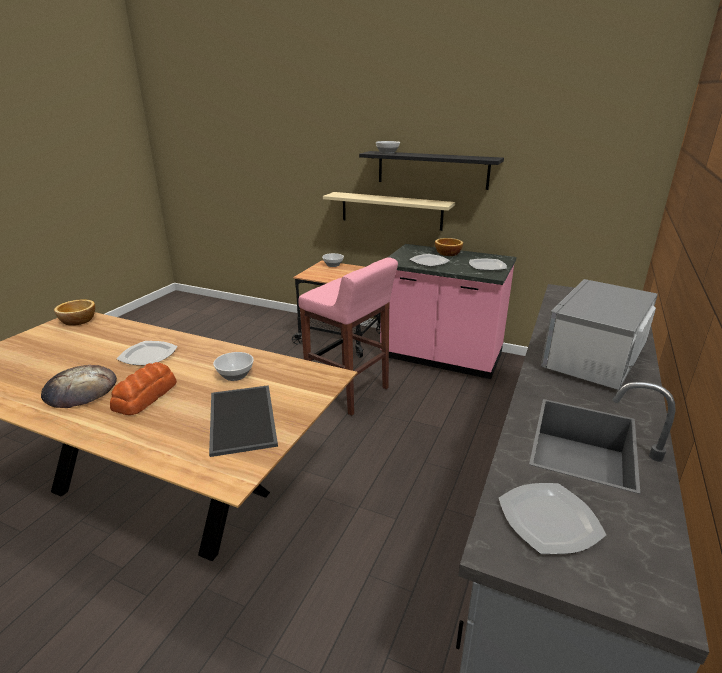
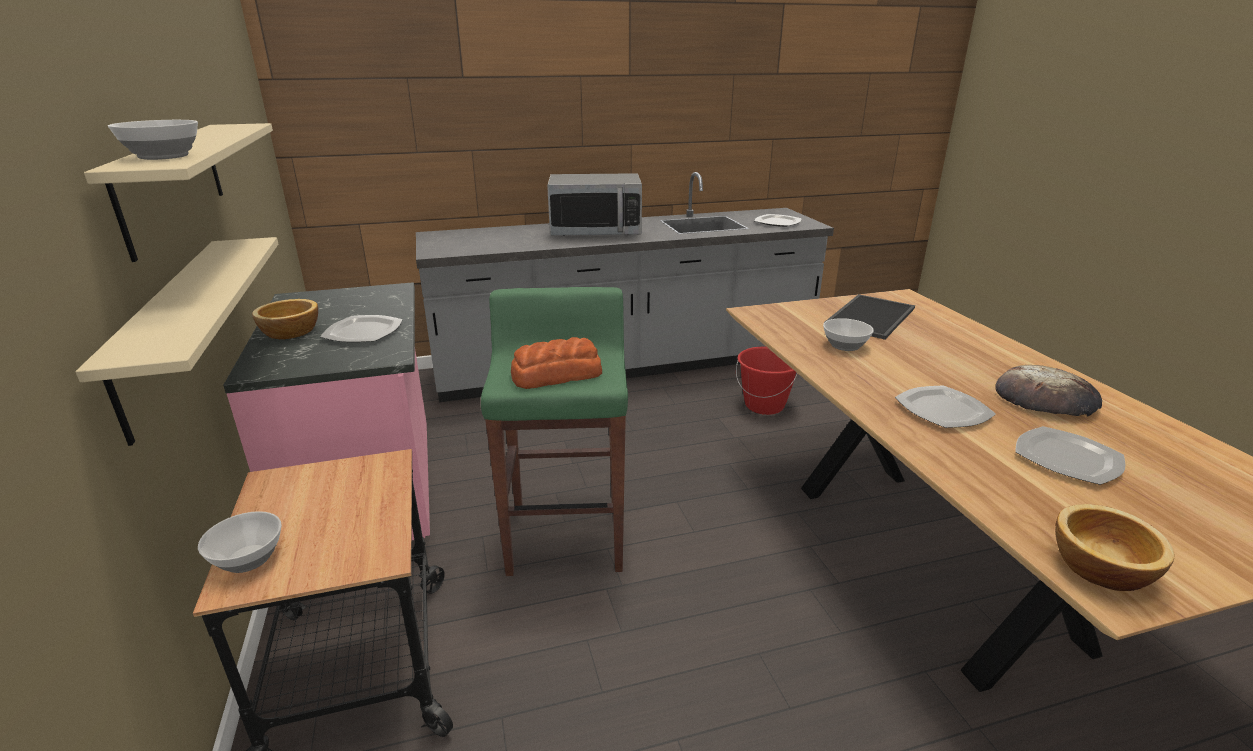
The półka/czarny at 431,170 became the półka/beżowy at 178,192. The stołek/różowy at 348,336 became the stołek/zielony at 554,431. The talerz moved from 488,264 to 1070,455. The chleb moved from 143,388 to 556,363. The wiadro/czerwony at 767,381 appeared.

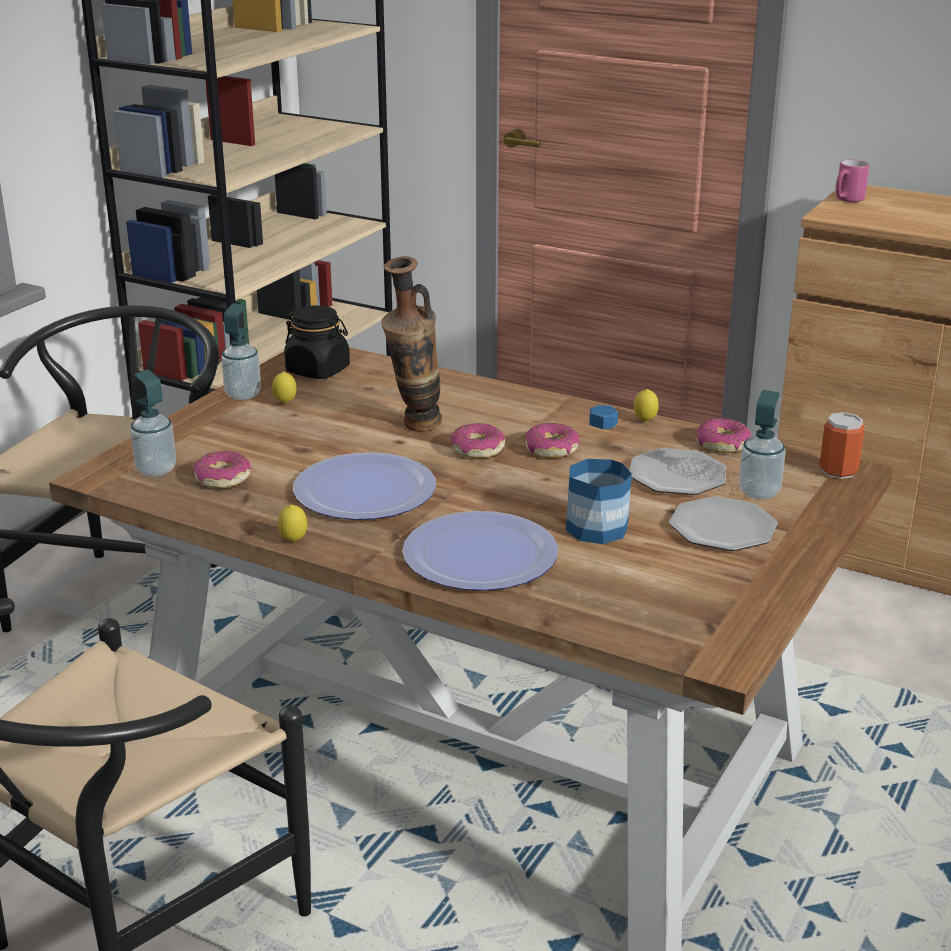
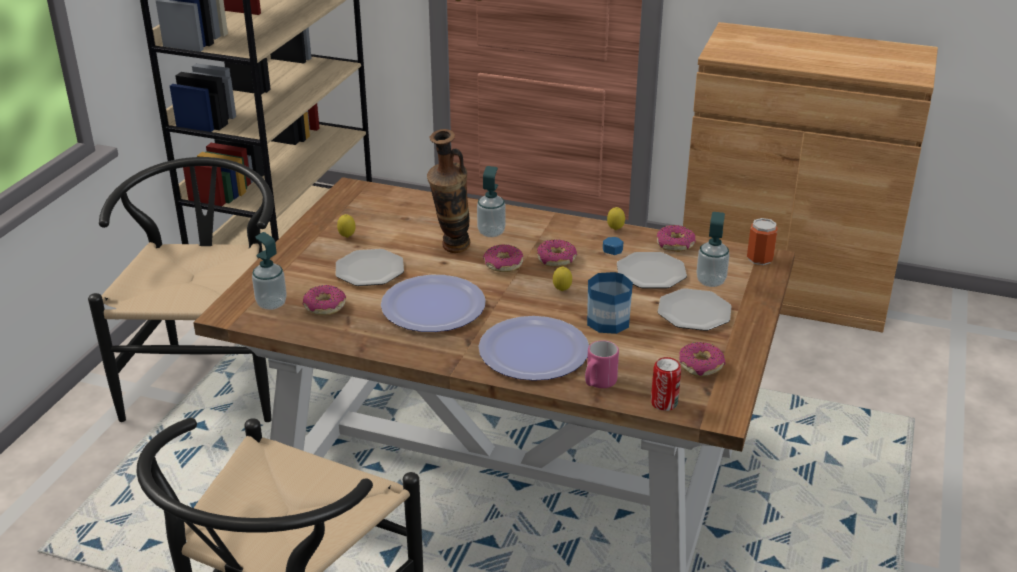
The kubek/różowy moved from 852,181 to 602,364. The dozownik mydła moved from 241,351 to 491,201. The słoik/czarny at 317,342 disappeared. The cytryna moved from 292,523 to 562,279. The talerz at 370,267 appeared. The donut at 702,359 appeared. The puszka at 666,384 appeared.

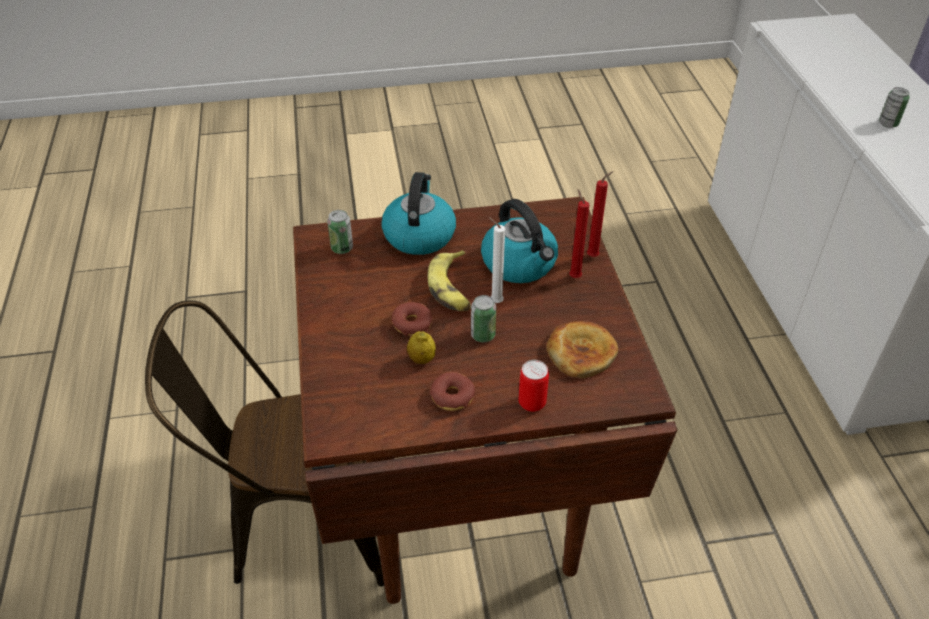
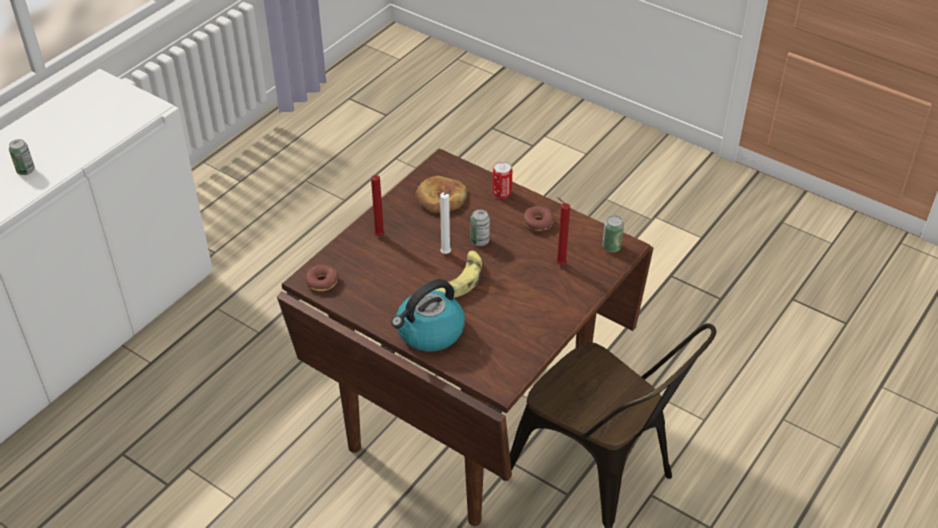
The świeca/czerwony moved from 600,214 to 563,231. The czajnik at 519,241 disappeared. The puszka moved from 340,232 to 613,233. The donut moved from 412,318 to 322,277. The cytryna at 421,347 disappeared.

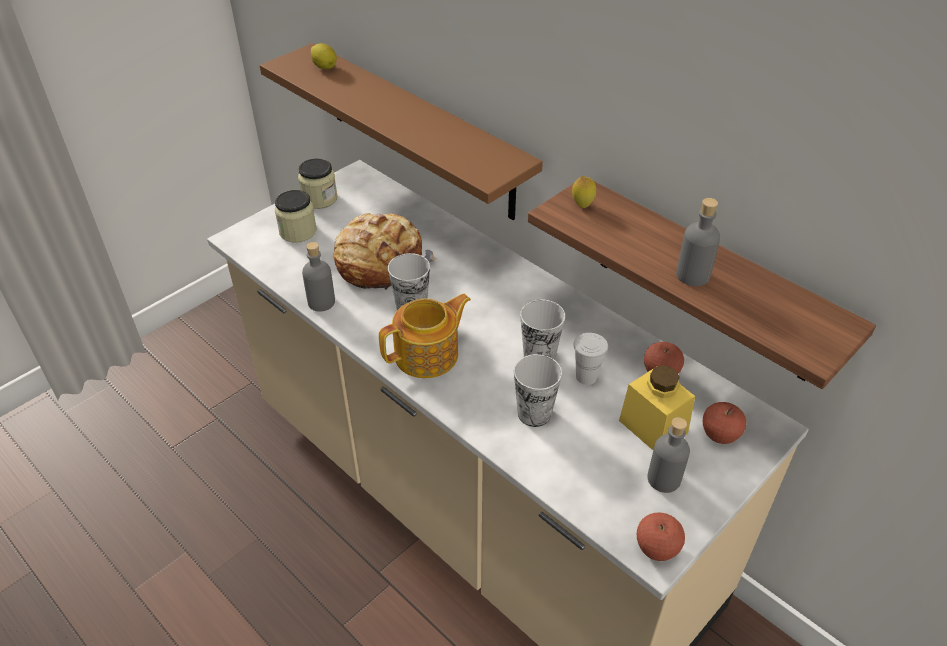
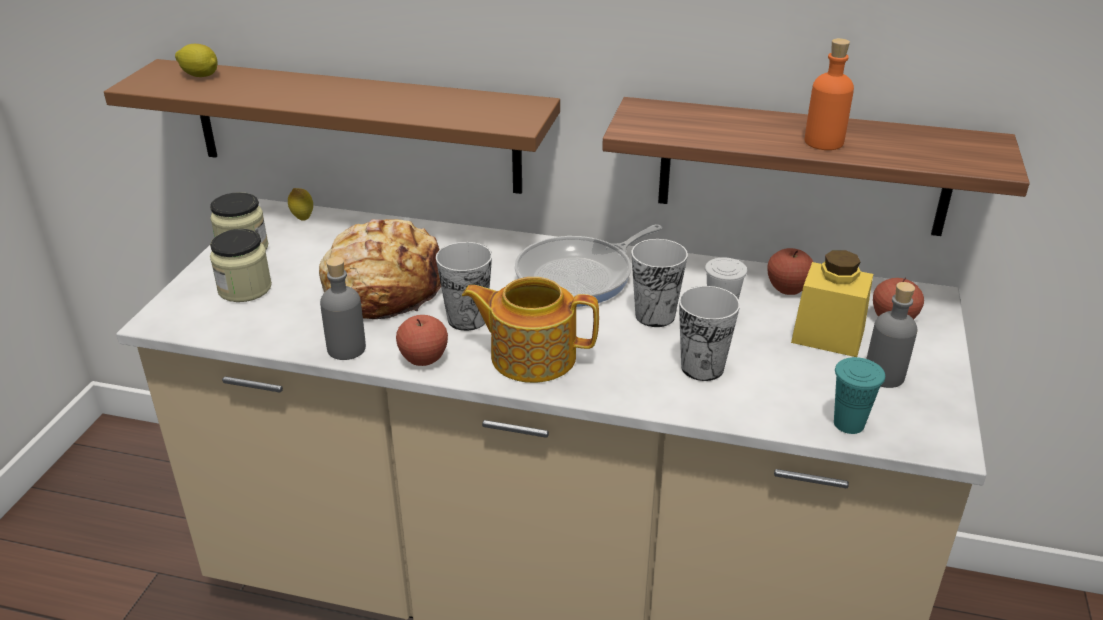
The cytryna moved from 584,192 to 300,204. The butelka/szary at 698,242 became the butelka/pomarańczowy at 829,94. The imbryk at 425,336 turned 105 degrees counterclockwise. The jabłko moved from 661,536 to 422,340. The patelnia at 588,265 appeared. The filiżanka/turkusowy at 859,395 appeared.

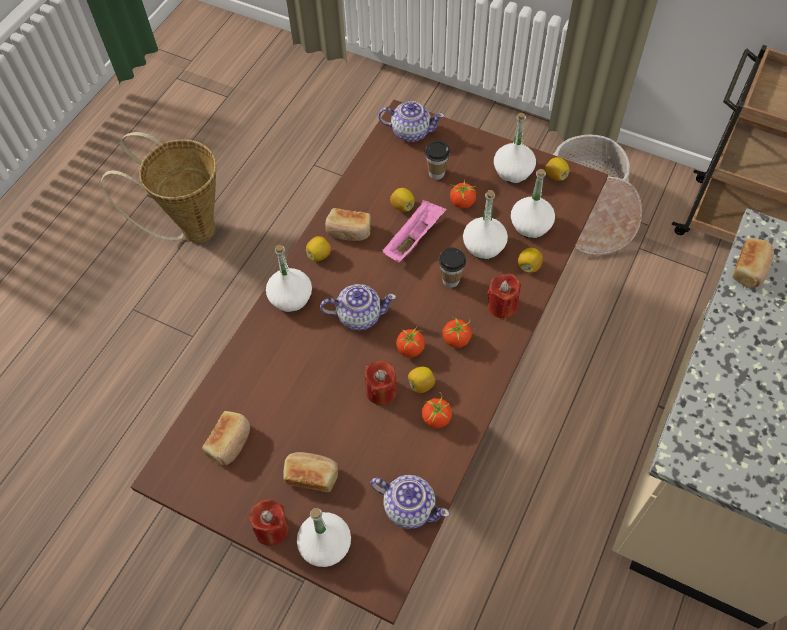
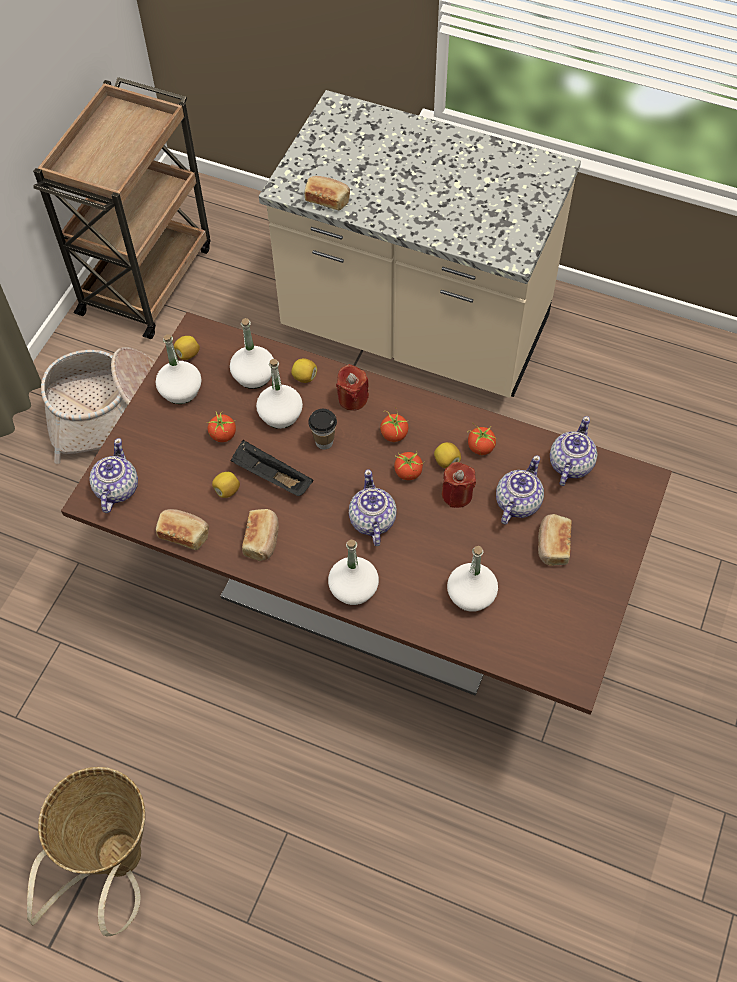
The filiżanka at 437,160 disappeared. The taca/różowy at 414,231 became the taca/czarny at 272,468. The cytryna at 318,248 disappeared. The chleb moved from 226,438 to 182,529. The świeca/czerwony at 269,522 disappeared. The butelka/biały moved from 324,537 to 472,579. The imbryk at 520,490 appeared.

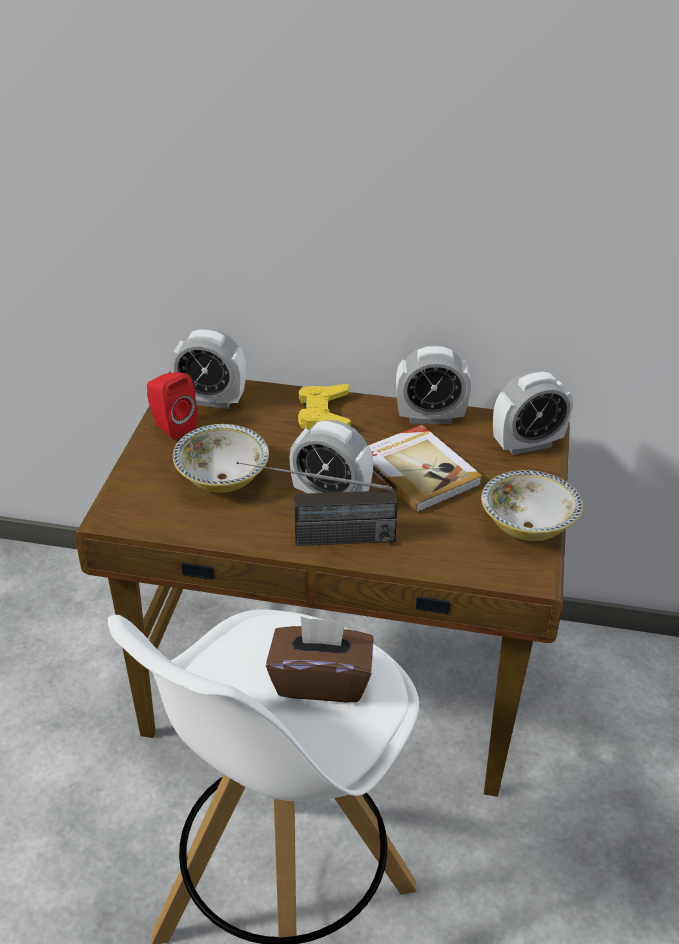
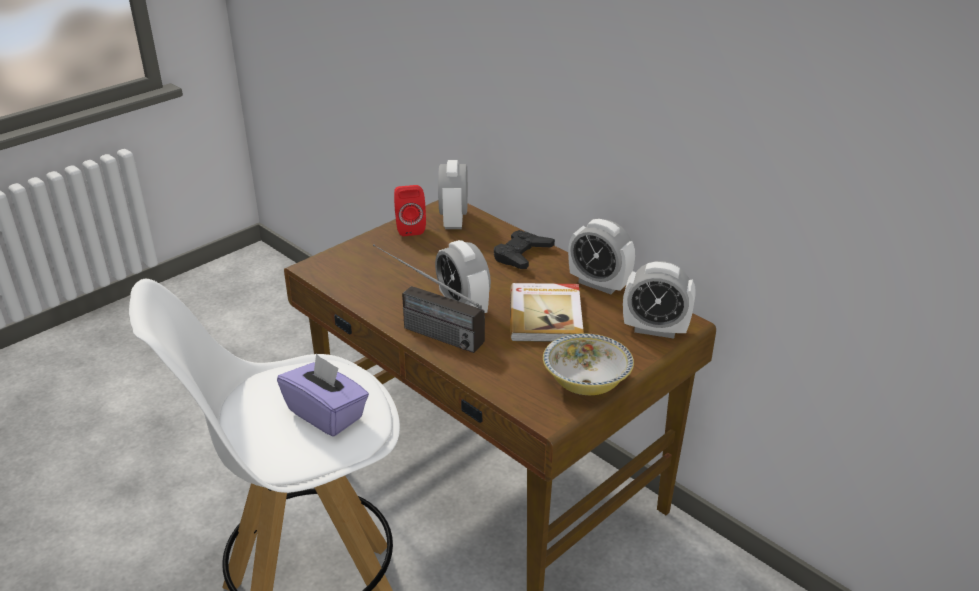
The budzik at 208,369 turned 45 degrees clockwise. The pad do gier/żółty at 324,407 became the pad do gier/czarny at 524,249. The miska at 221,458 disappeared. The pudełko chusteczek/brązowy at 320,659 became the pudełko chusteczek/fioletowy at 323,395.

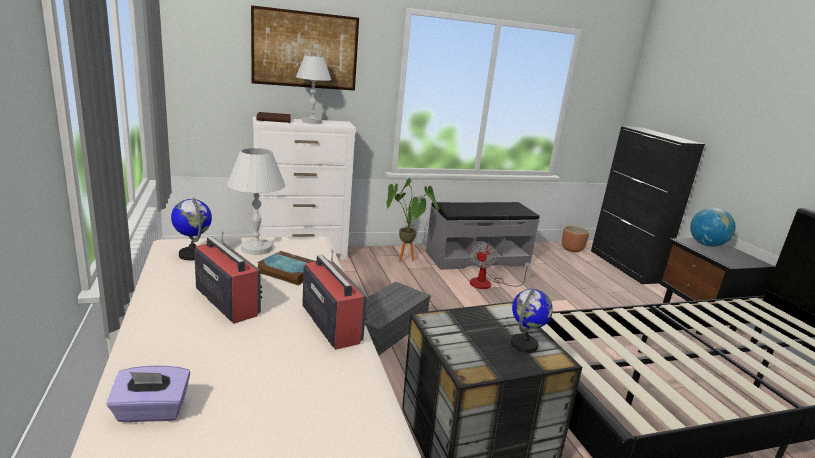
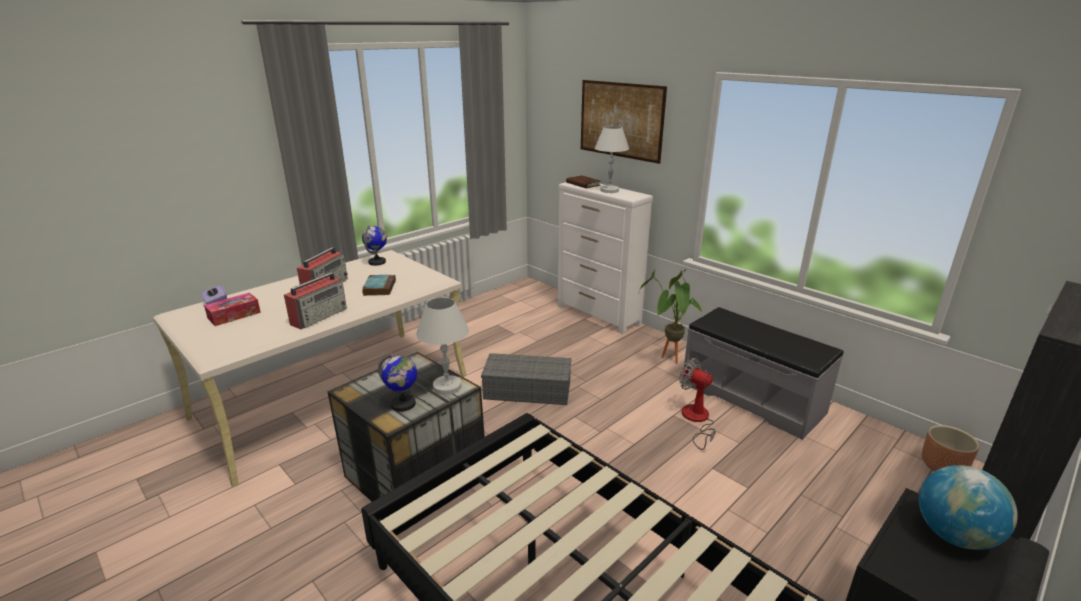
The lampa stołowa/biały moved from 256,201 to 442,346. The wentylator at 500,265 turned 45 degrees clockwise. The pudełko chusteczek at 232,309 appeared.

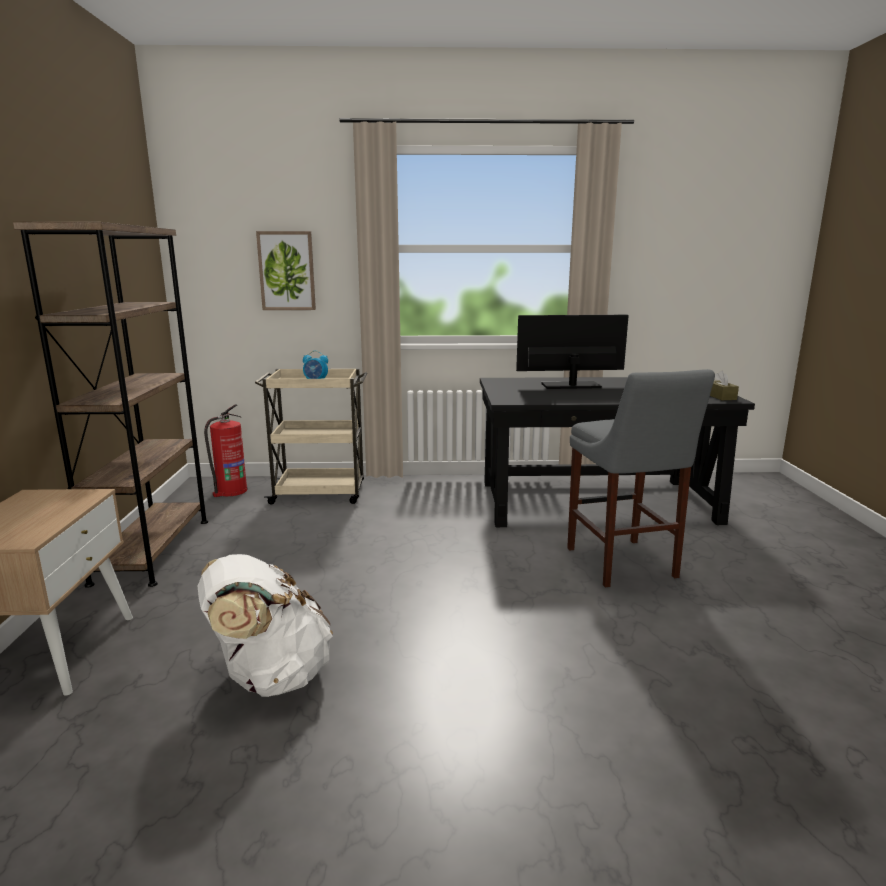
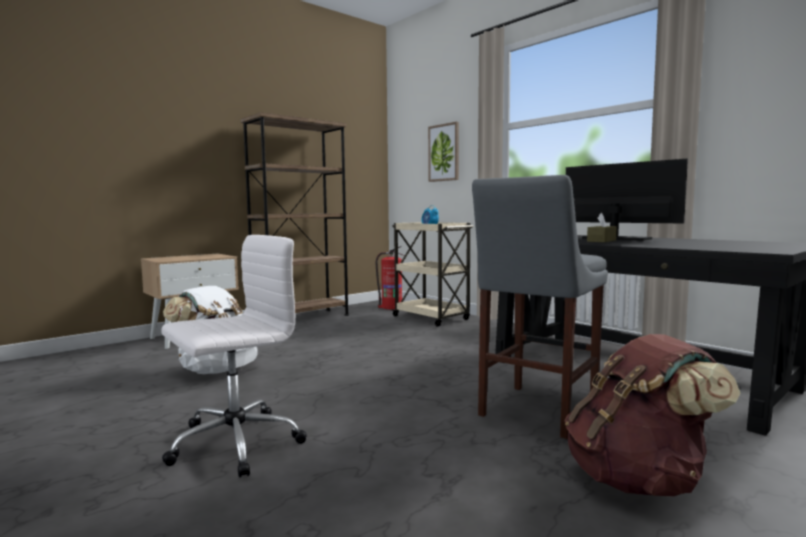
The pudełko chusteczek/brązowy moved from 724,385 to 602,227. The krzesło biurowe/biały at 234,356 appeared. The plecak/brązowy at 652,415 appeared.

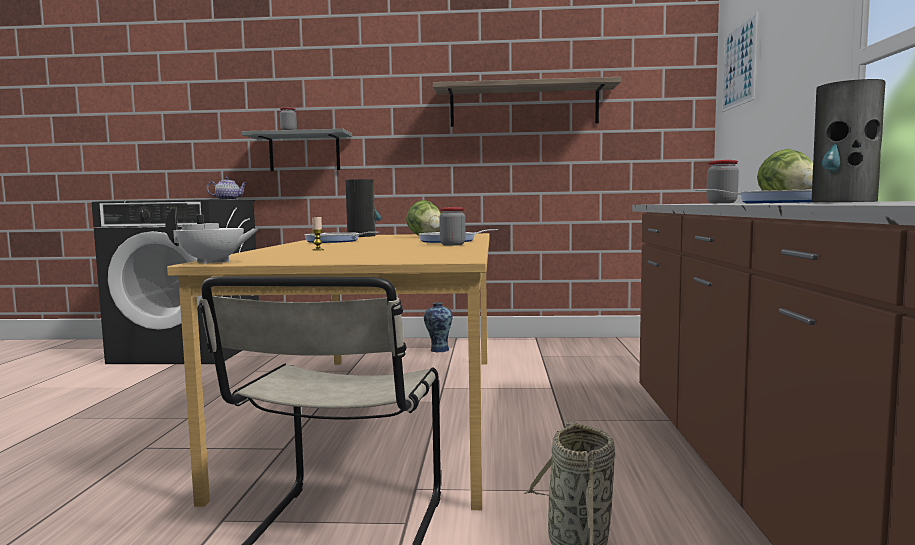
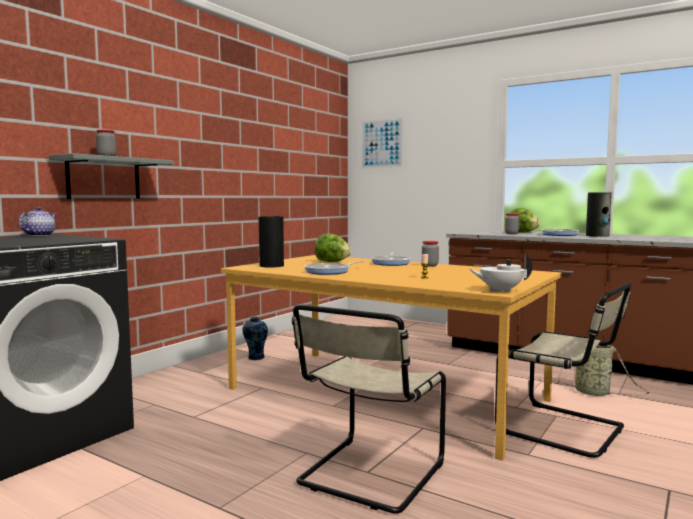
The półka at 527,102 disappeared. The imbryk/biały at 212,235 turned 120 degrees counterclockwise. The krzesło/beżowy at 369,409 appeared.

